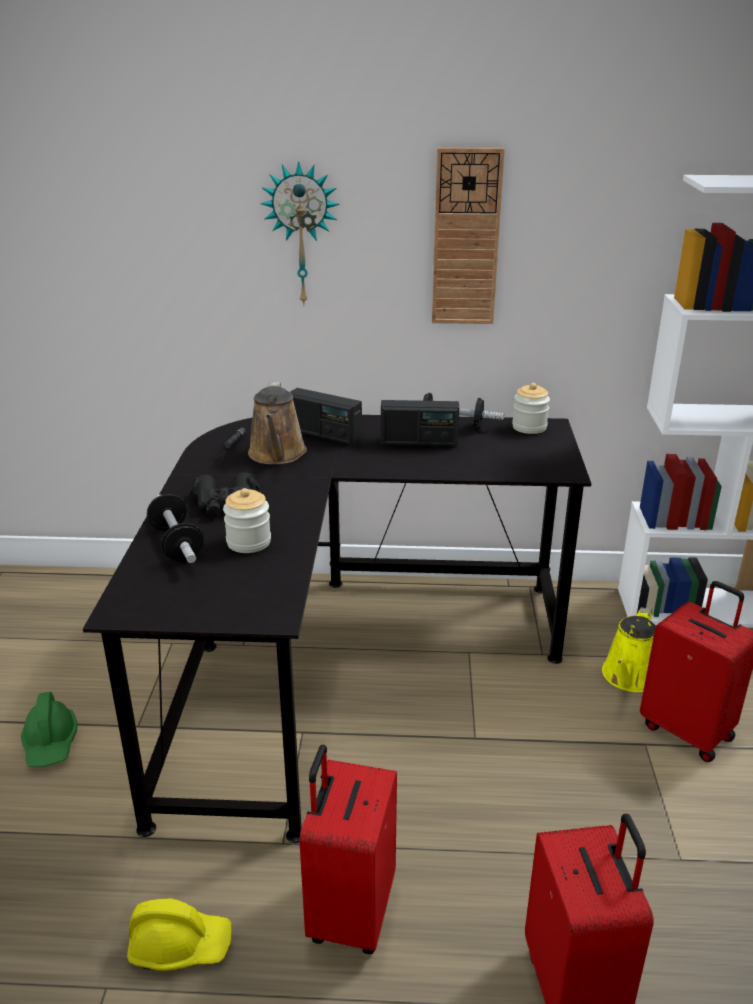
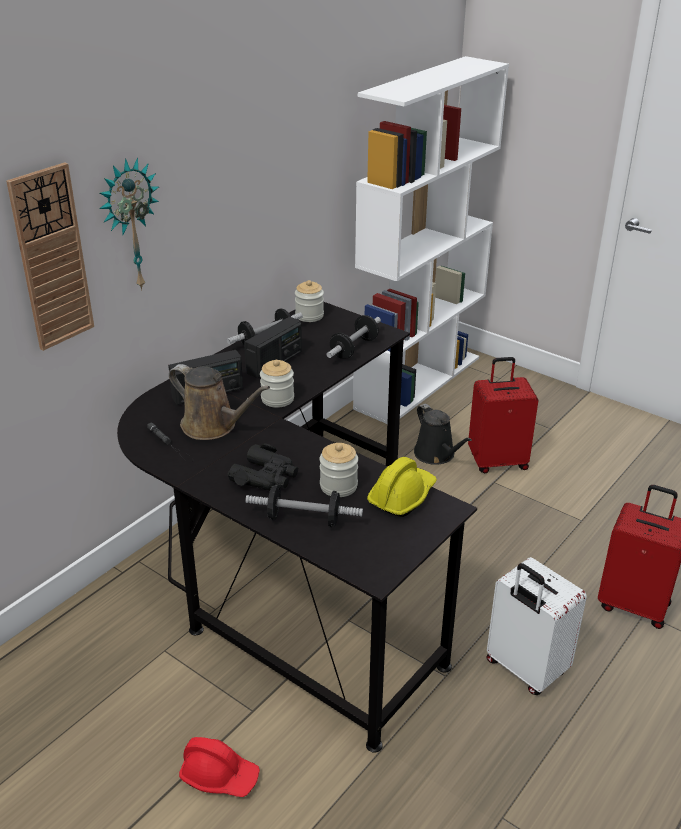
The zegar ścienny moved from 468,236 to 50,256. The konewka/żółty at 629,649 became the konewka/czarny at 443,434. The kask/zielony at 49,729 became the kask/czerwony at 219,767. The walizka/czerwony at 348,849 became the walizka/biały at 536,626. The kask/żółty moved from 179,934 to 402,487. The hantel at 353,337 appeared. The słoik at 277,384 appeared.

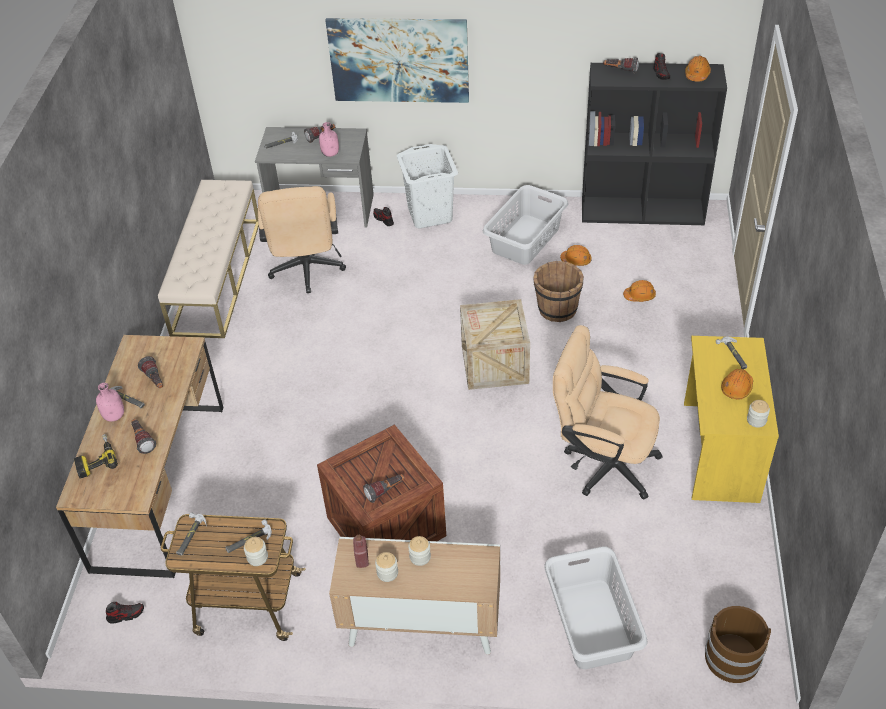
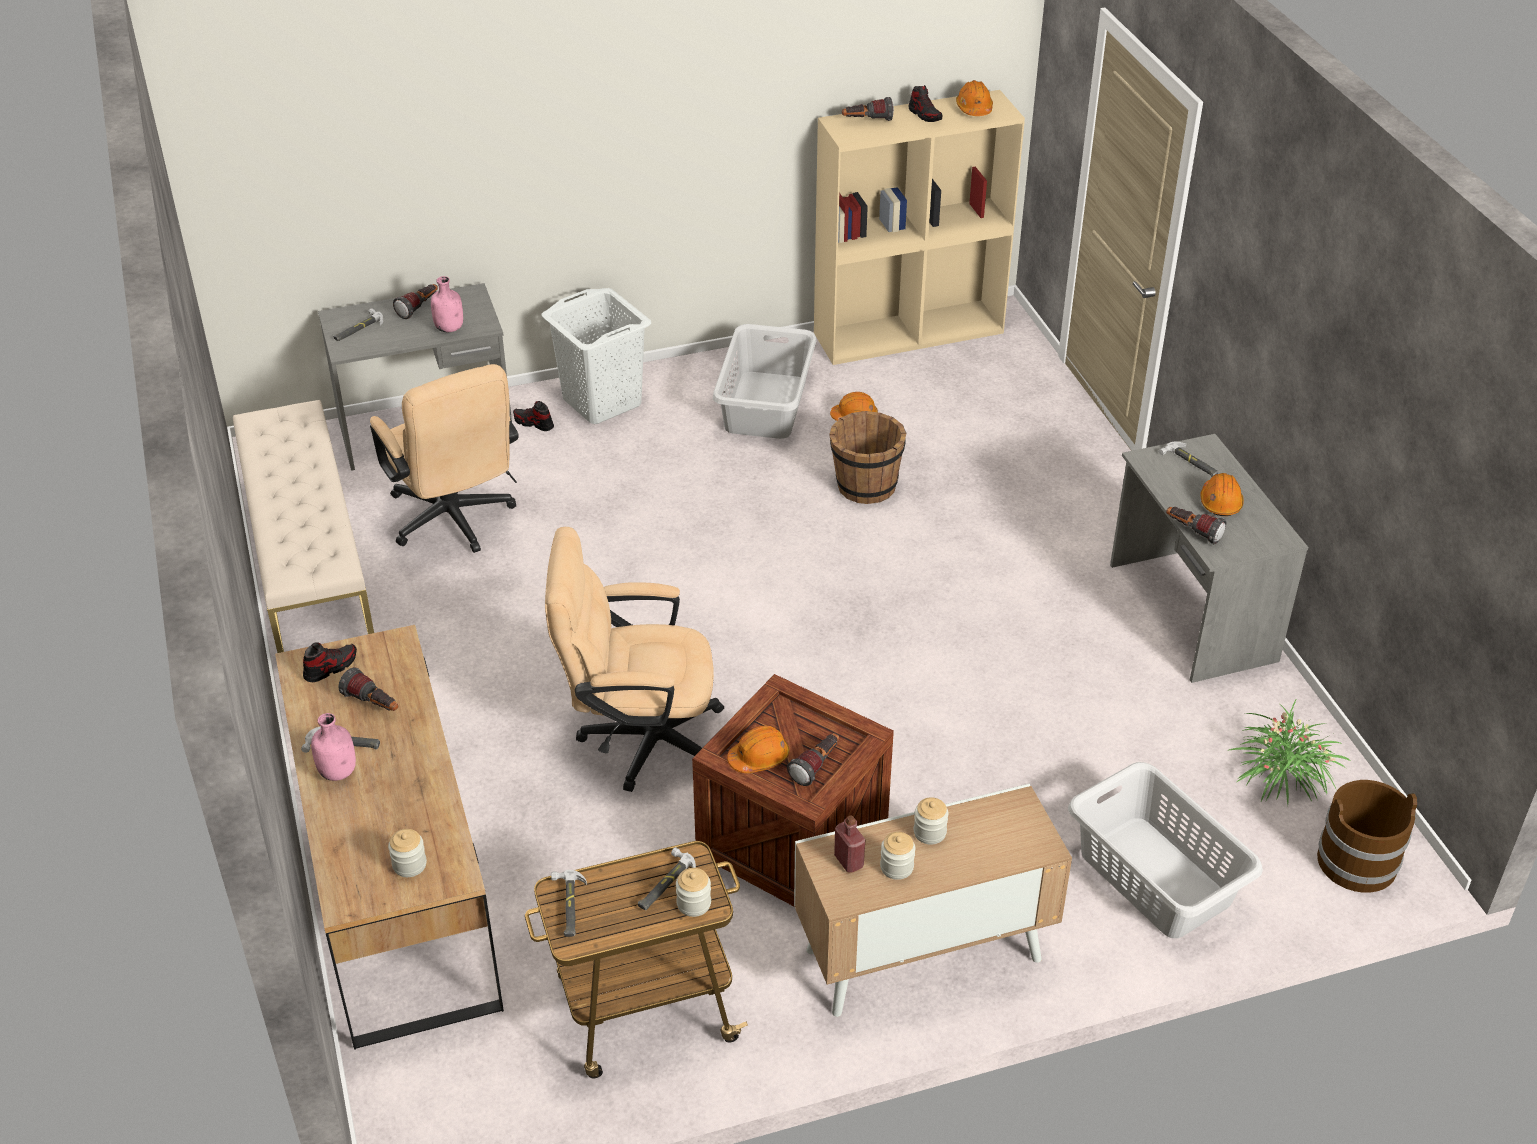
The obraz at 397,60 disappeared. The regał/czarny at 654,144 became the regał/beżowy at 919,227. The kask/pomarańczowy moved from 639,291 to 758,749. The skrzynka at 495,344 disappeared. The krzesło biurowe/beżowy moved from 608,412 to 634,659. The biurko/żółty at 731,419 became the biurko/szary at 1209,558. The słoik moved from 758,414 to 407,853. The latarka moved from 143,436 to 1196,525. The wiertarka at 96,456 disappeared. The but moved from 125,612 to 330,662. The roślina doniczkowa at 1290,752 appeared.

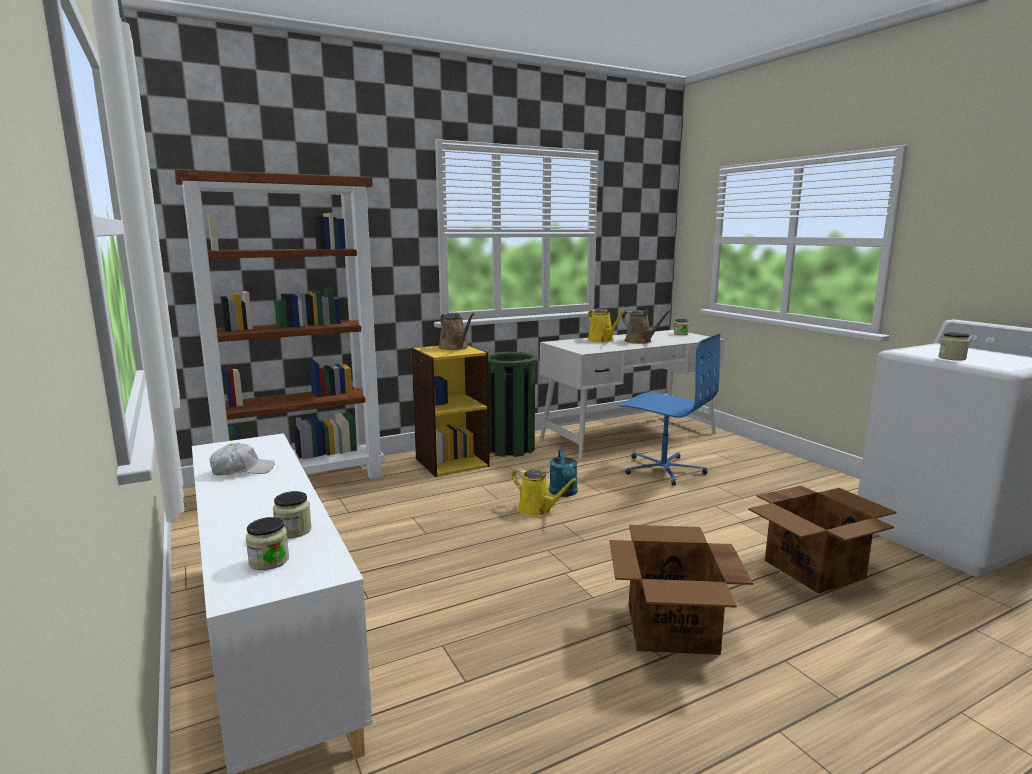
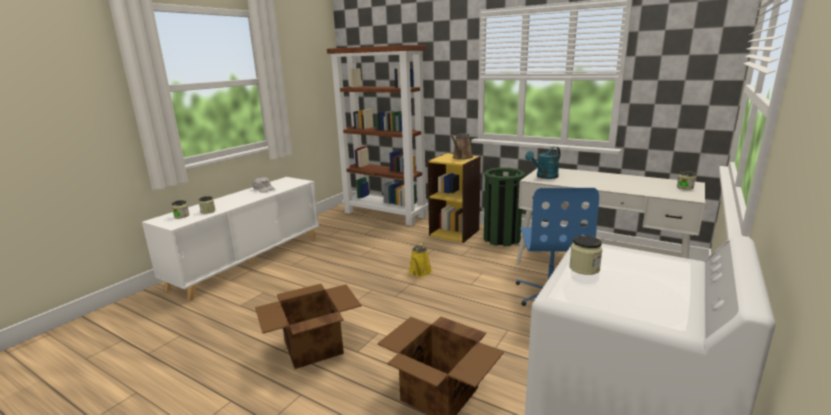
The konewka/żółty at 606,325 disappeared. The konewka/brązowy at 646,327 disappeared. The konewka/turkusowy moved from 563,473 to 543,163.

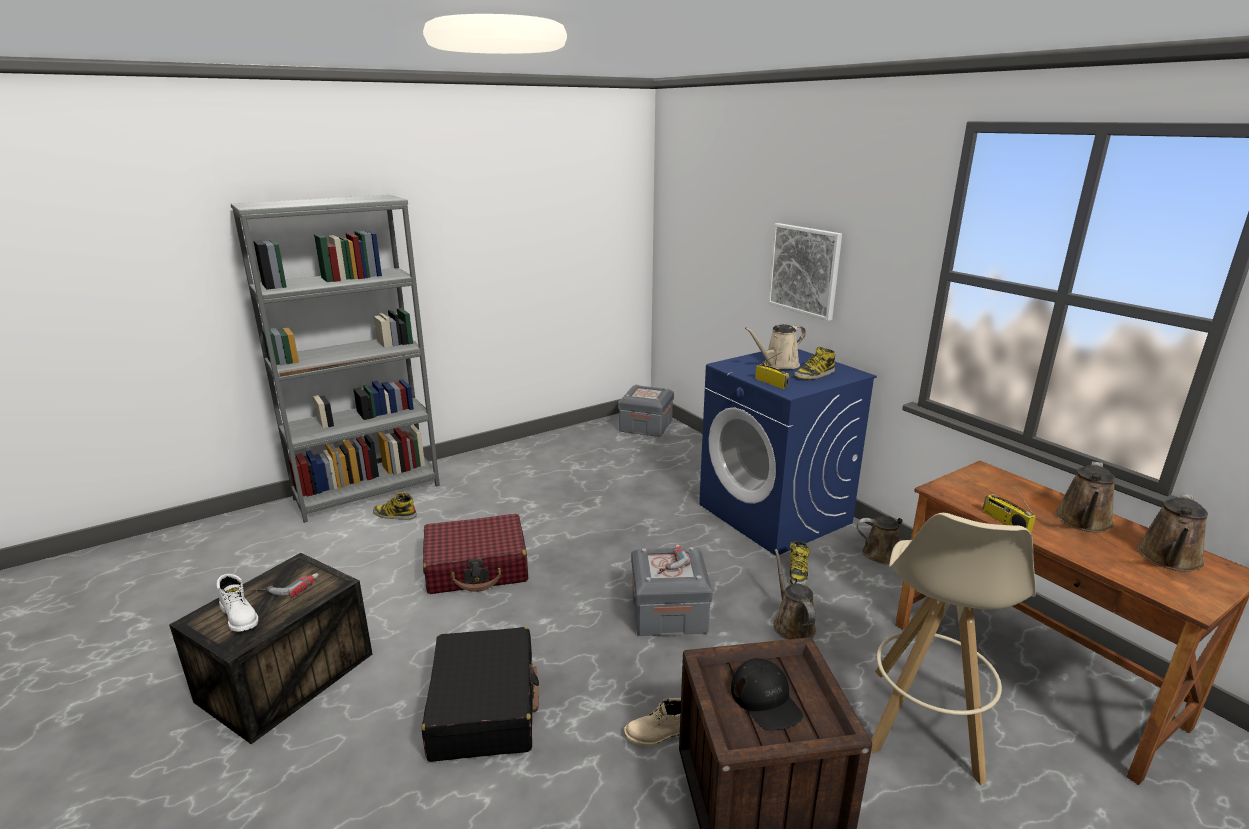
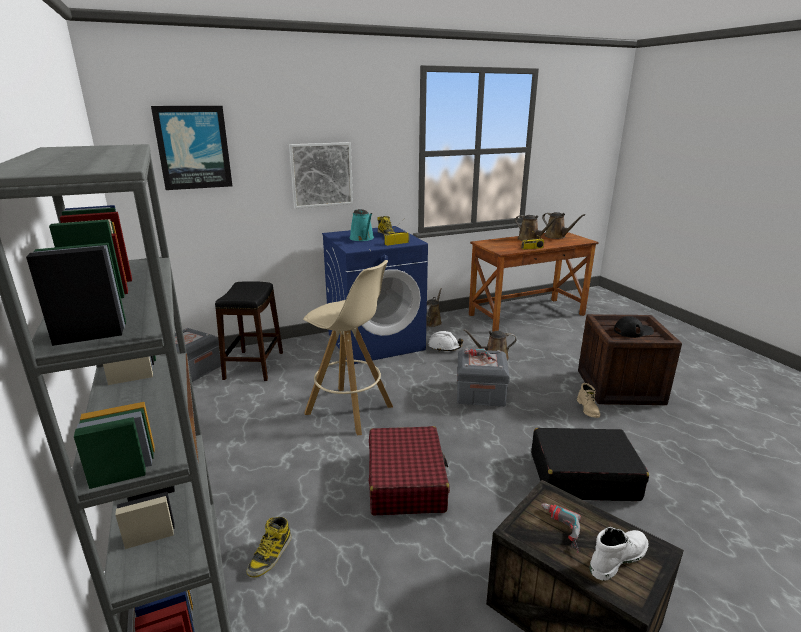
The konewka/beżowy at 775,346 became the konewka/turkusowy at 362,225. The stołek/beżowy moved from 953,649 to 348,348. The but z cholewką at 798,563 was replaced by the kask/biały at 445,341. The obraz at 191,148 appeared. The stołek/czarny at 249,331 appeared.

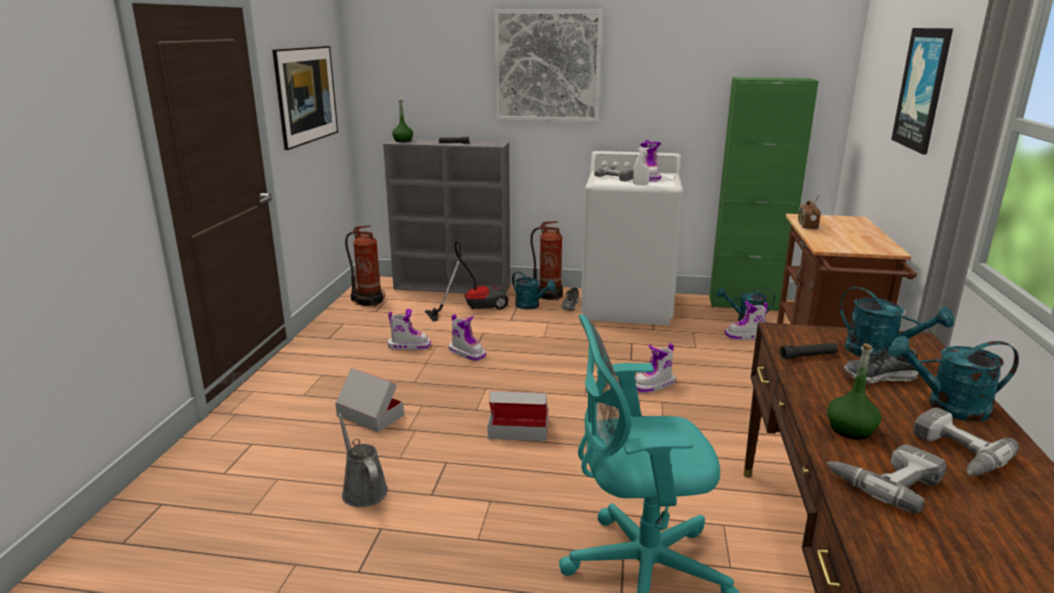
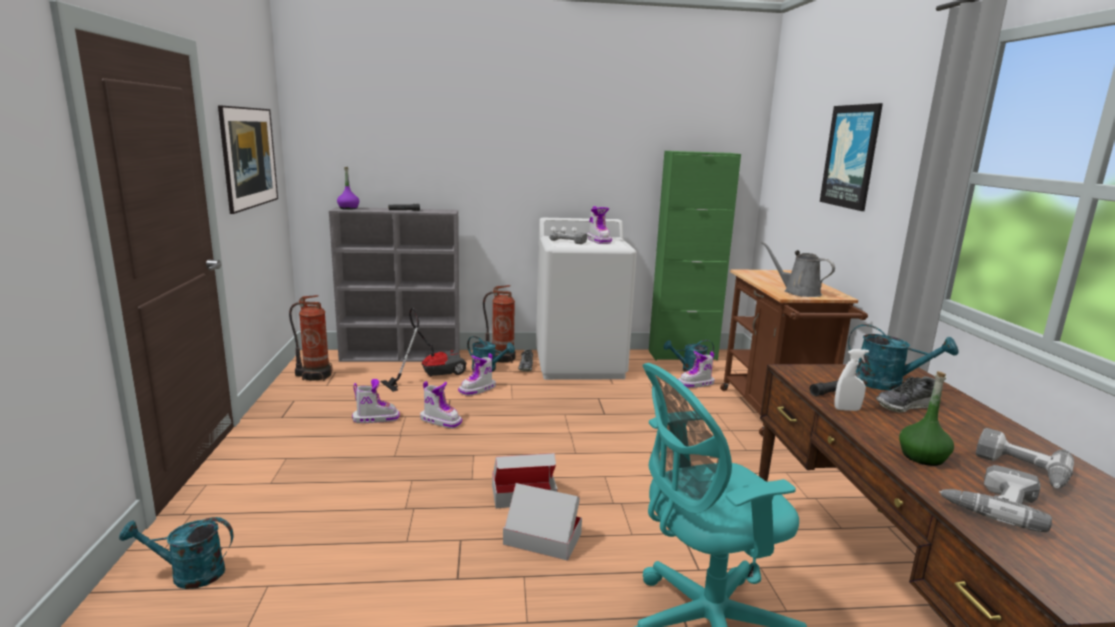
The obraz at 548,66 disappeared. The butelka/zielony at 402,121 became the butelka/fioletowy at 348,188. The spryskiwacz/biały moved from 641,166 to 851,380. The radio at 809,212 disappeared. The konewka/turkusowy moved from 953,379 to 176,553. The but z cholewką moved from 655,368 to 477,374. The karton moved from 369,400 to 542,522. The konewka/szary moved from 363,460 to 798,269.

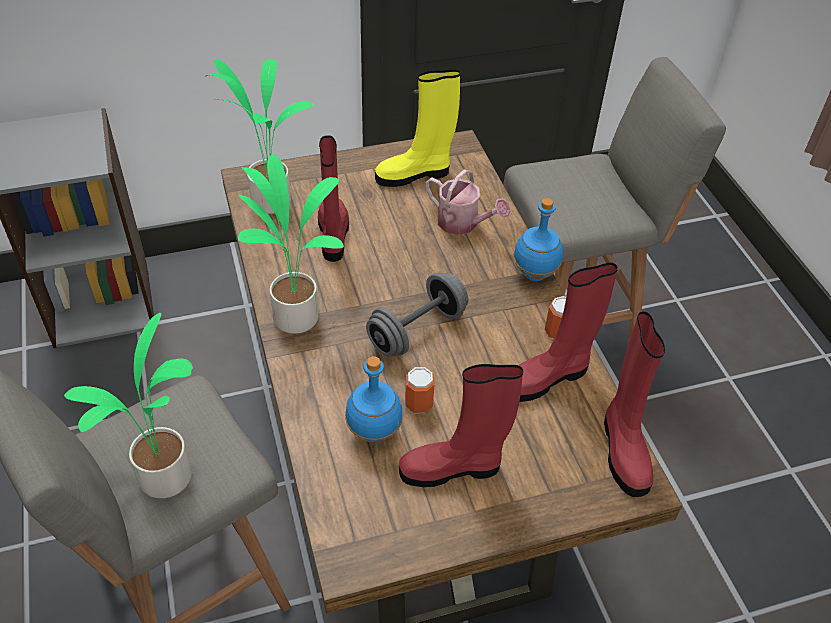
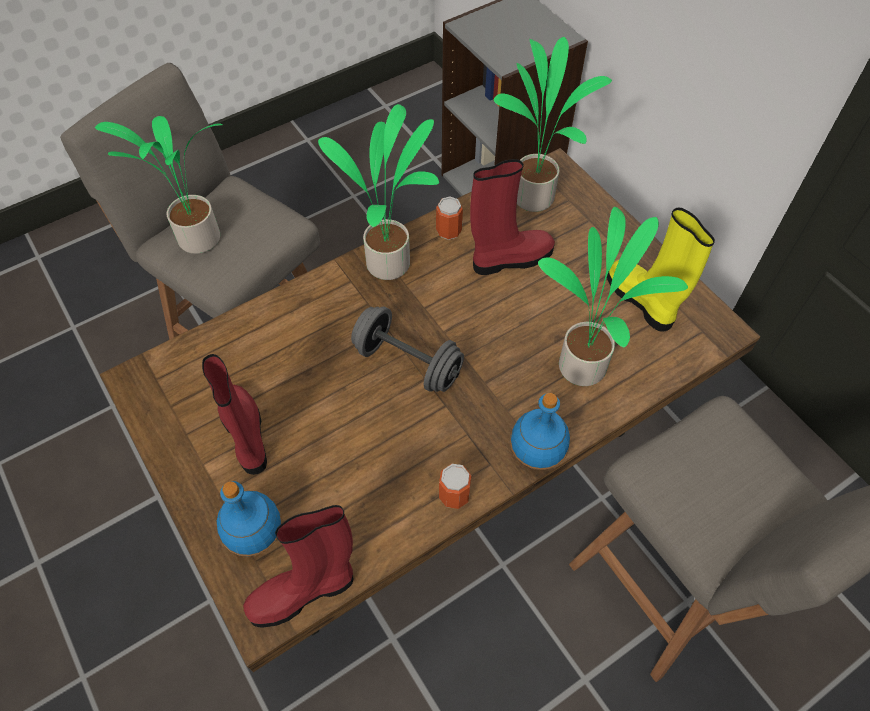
The konewka at 467,202 was replaced by the roślina doniczkowa at 613,296. The but z cholewką/czerwony at 568,332 disappeared. The butelka/niebieski moved from 374,399 to 249,518. The puszka moved from 420,390 to 449,218.

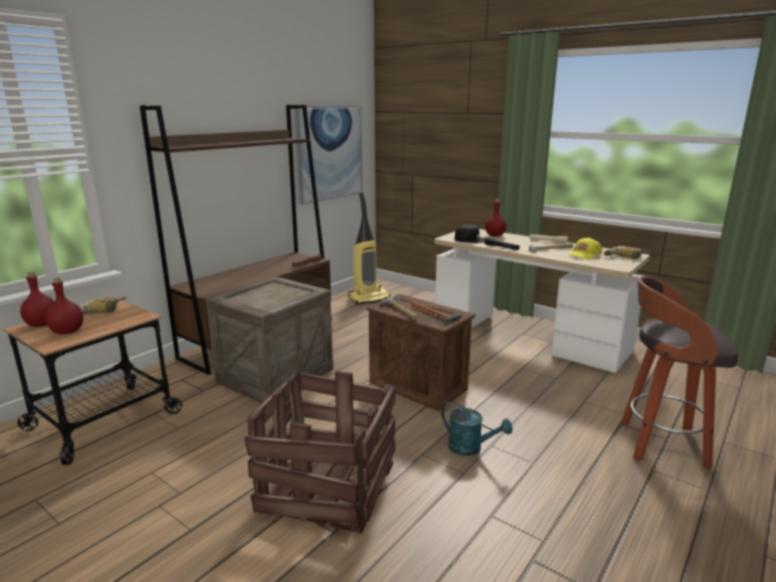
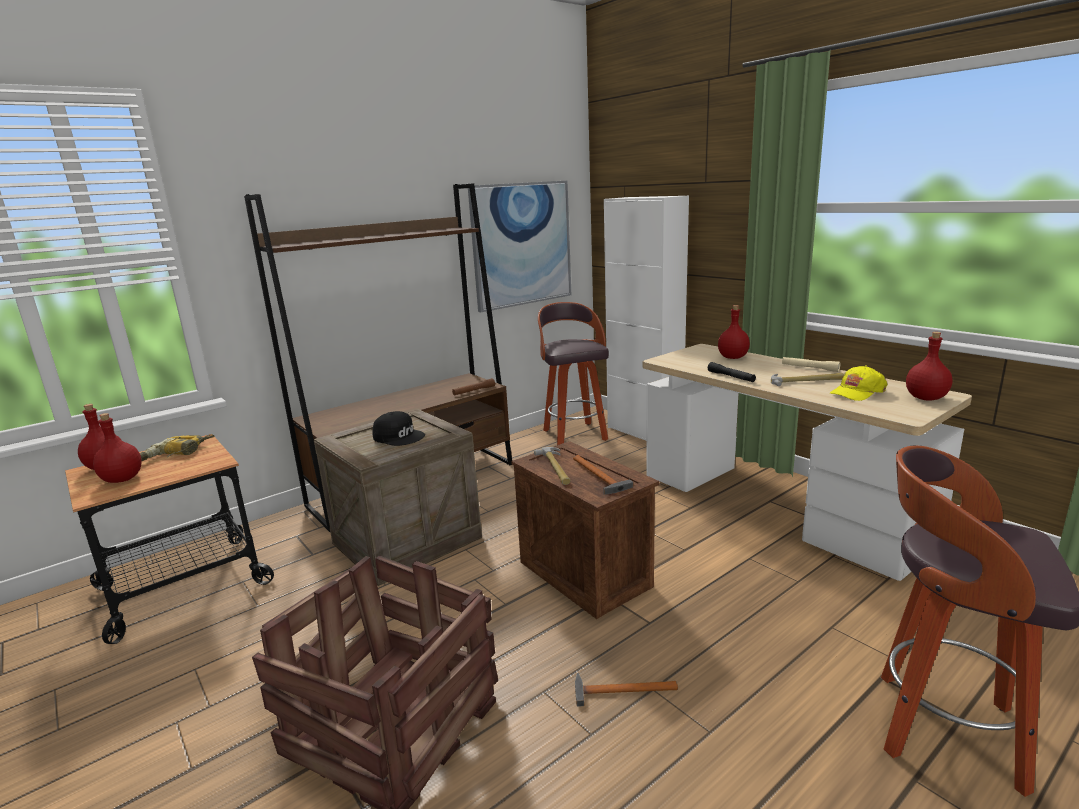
The odkurzacz at 369,249 was replaced by the stołek at 573,373. The czapka z daszkiem/czarny moved from 470,233 to 398,428. The wiertarka at 627,252 was replaced by the butelka/czerwony at 929,366. The konewka/turkusowy at 477,429 was replaced by the młotek at 626,689. The szafka/biały at 646,318 appeared.

